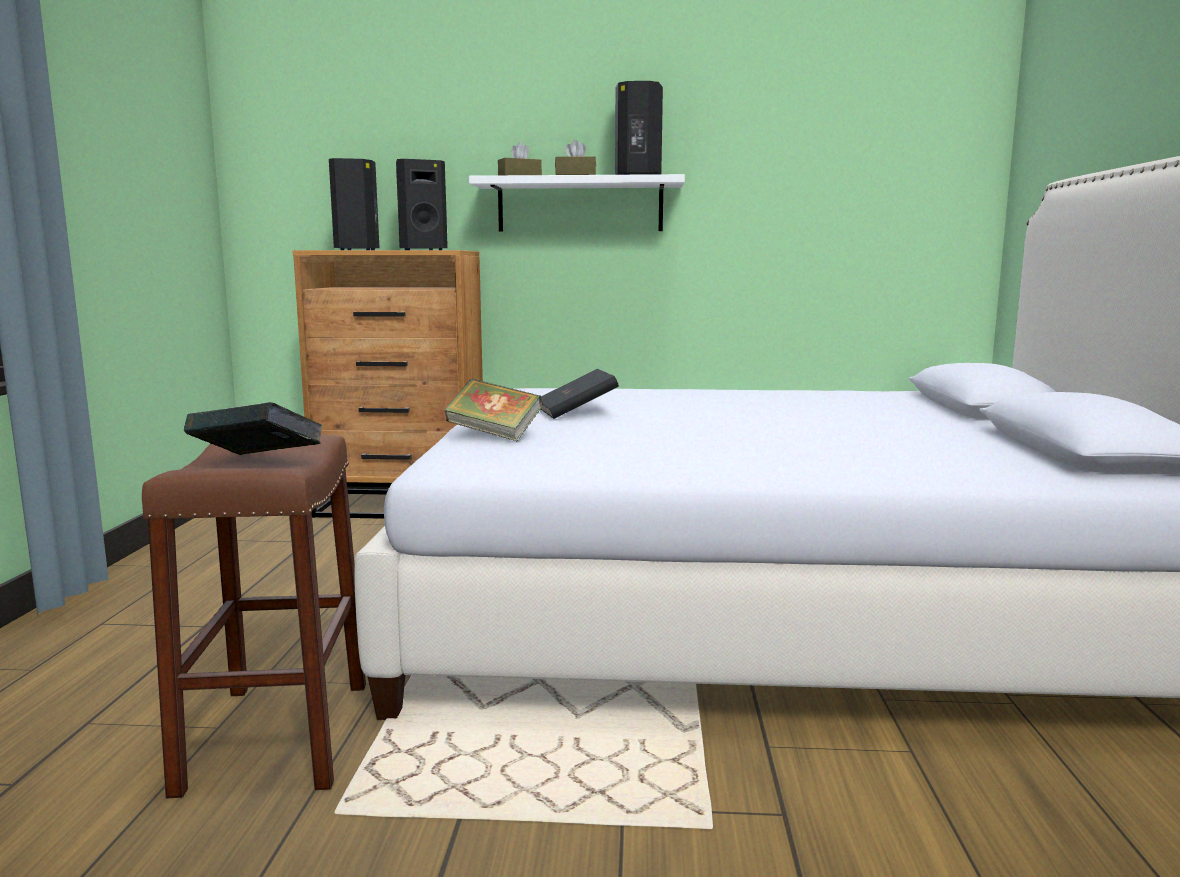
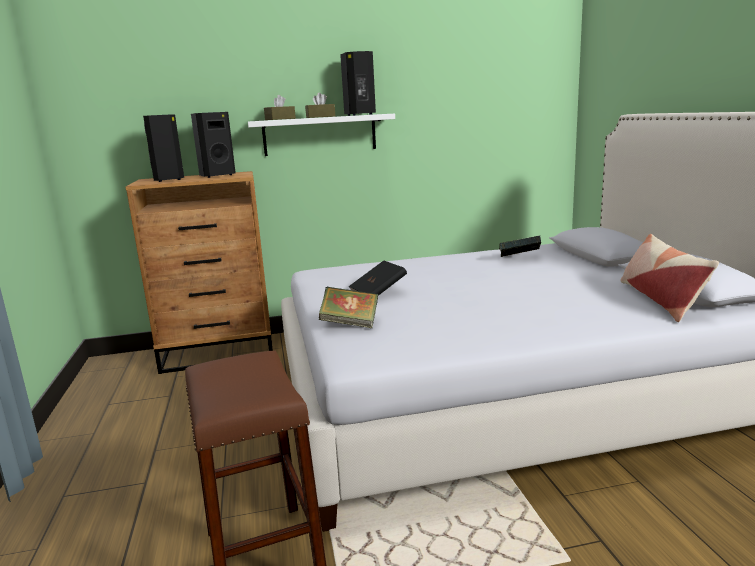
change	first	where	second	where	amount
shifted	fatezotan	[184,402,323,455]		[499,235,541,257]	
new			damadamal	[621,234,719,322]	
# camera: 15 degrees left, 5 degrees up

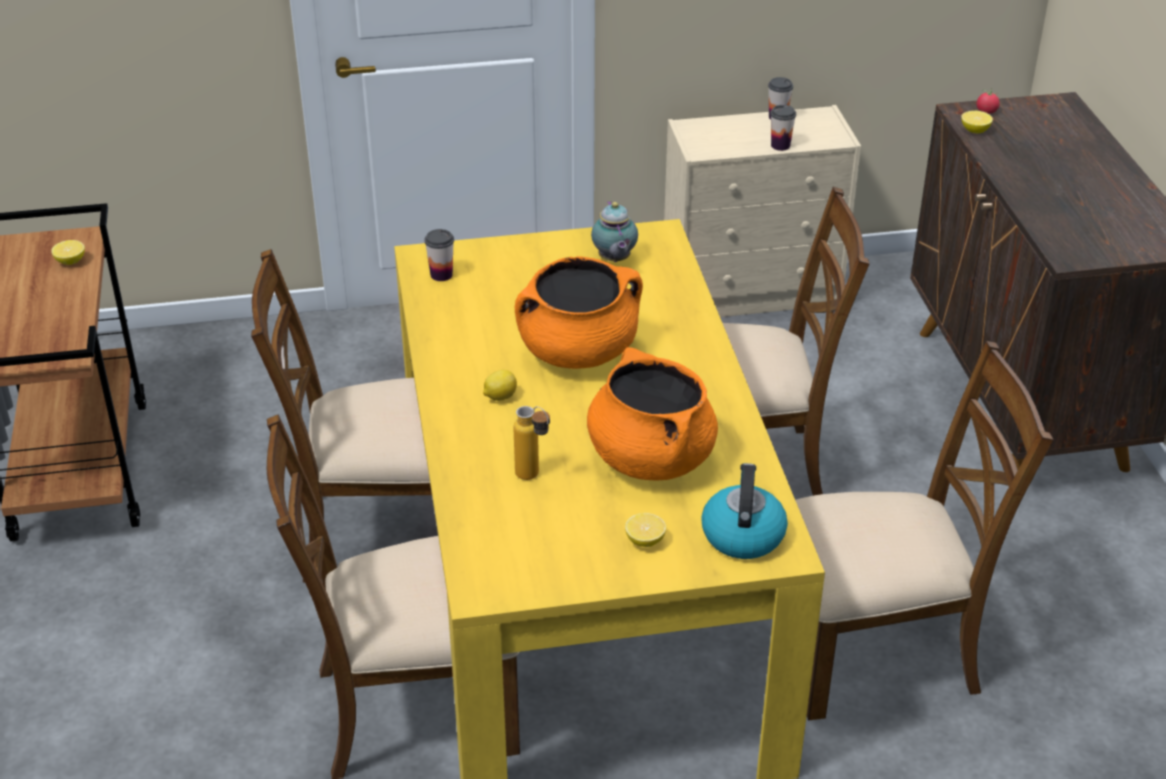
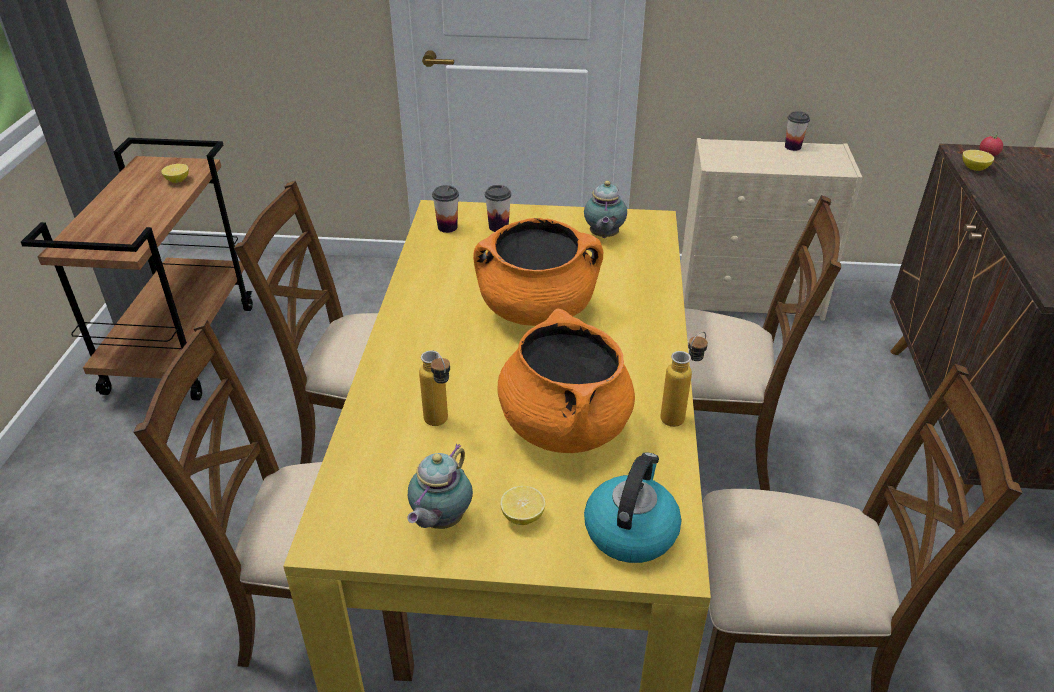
change	first	where	second	where	amount
gone	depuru	[483,370,517,401]			
shifted	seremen	[770,105,796,151]		[485,185,511,232]	
new			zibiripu	[407,444,473,529]	
new			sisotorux	[660,332,708,427]	
# camera: 15 degrees right, 0 degrees up

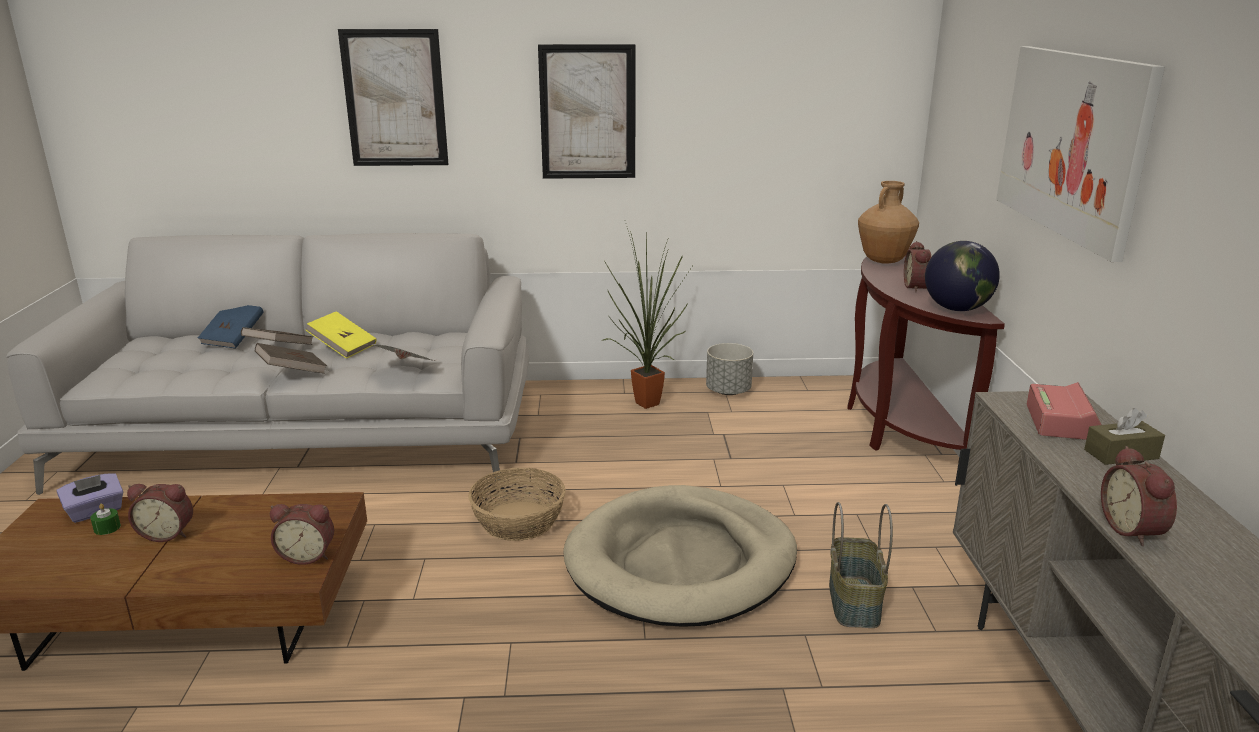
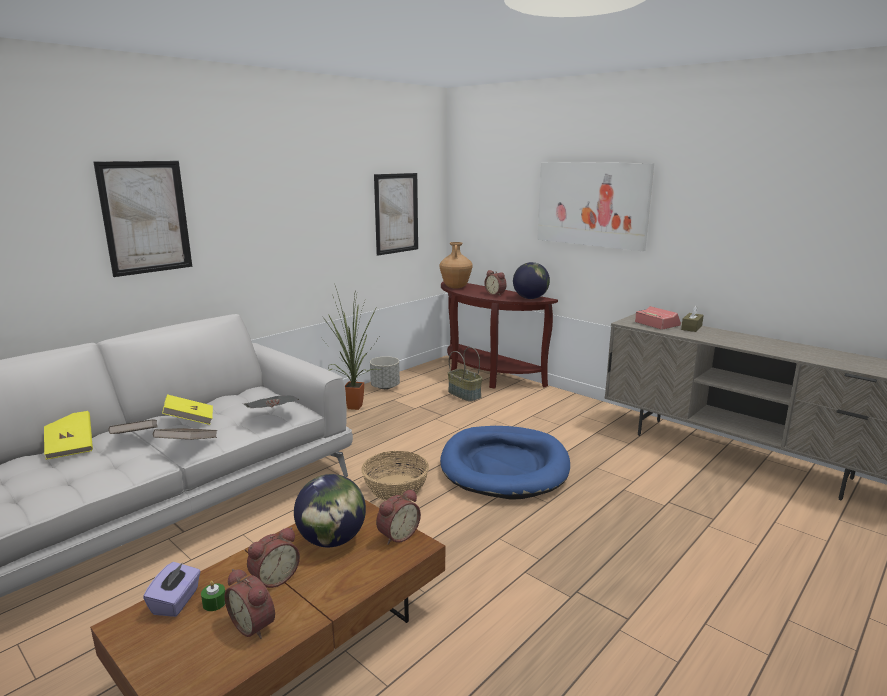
change	first	where	second	where	amount
repainted	blue_fatezotan	[198,305,264,349]	yellow_fatezotan	[44,411,93,460]	
shifted	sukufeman	[538,44,636,179]		[374,173,418,256]	
repainted	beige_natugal	[563,485,797,627]	blue_natugal	[440,426,570,500]	
shifted	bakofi	[829,502,893,628]		[448,347,483,402]	
shifted	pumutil	[1101,446,1177,546]		[225,569,275,639]	
new			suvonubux	[294,474,366,547]	
# camera: 45 degrees left, 5 degrees down

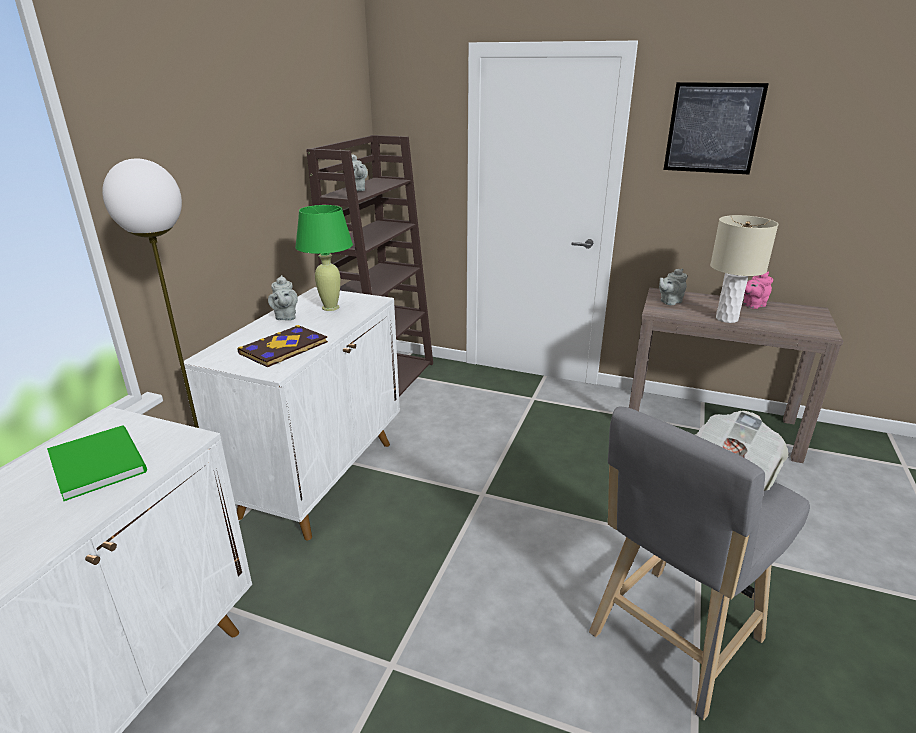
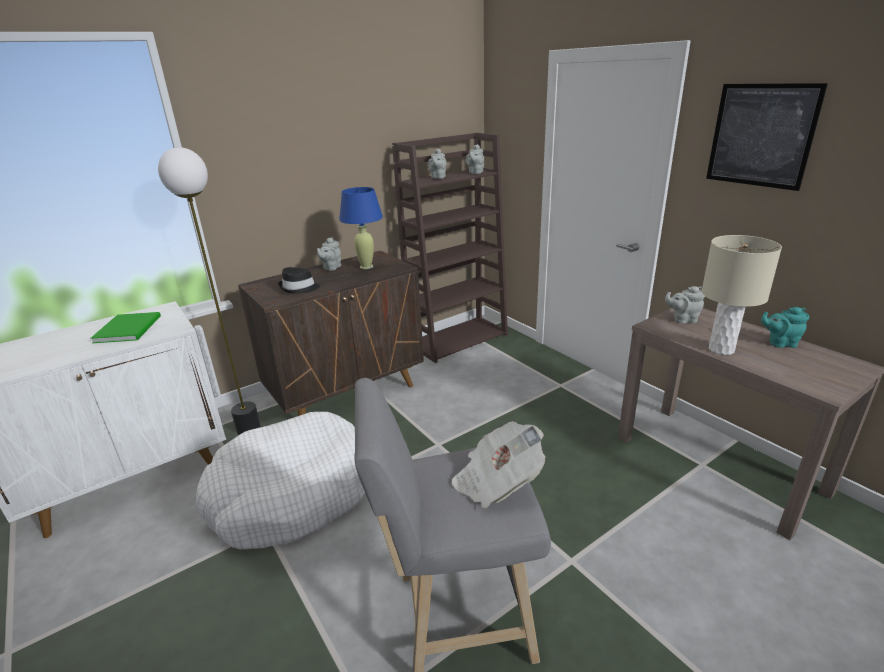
change	first	where	second	where	amount
repainted	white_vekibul	[180,287,400,540]	brown_vekibul	[238,250,424,416]	
swapped	fatezotan	[237,325,328,367]	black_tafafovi	[278,267,320,293]	
repainted	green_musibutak	[295,205,353,311]	blue_musibutak	[339,187,383,269]	
repainted	pink_zibiripu	[743,272,773,309]	turquoise_zibiripu	[761,307,809,348]	
new			white_natugal	[196,412,365,550]	
new			grey_zibiripu	[466,144,484,174]	
# camera: 35 degrees right, 0 degrees up

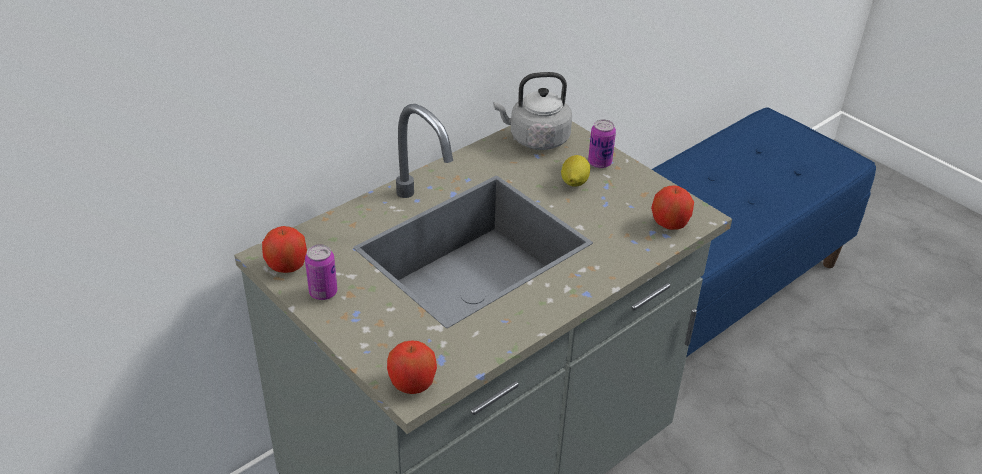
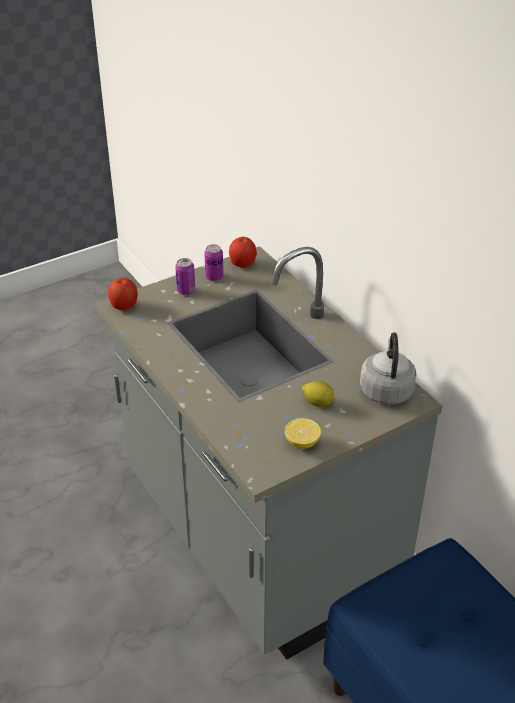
change	first	where	second	where	amount
shifted	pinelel	[588,120,616,168]		[175,258,195,295]	
gone	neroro	[651,186,694,230]			
new			depuru	[285,418,321,449]	
# camera: 100 degrees right, 0 degrees up

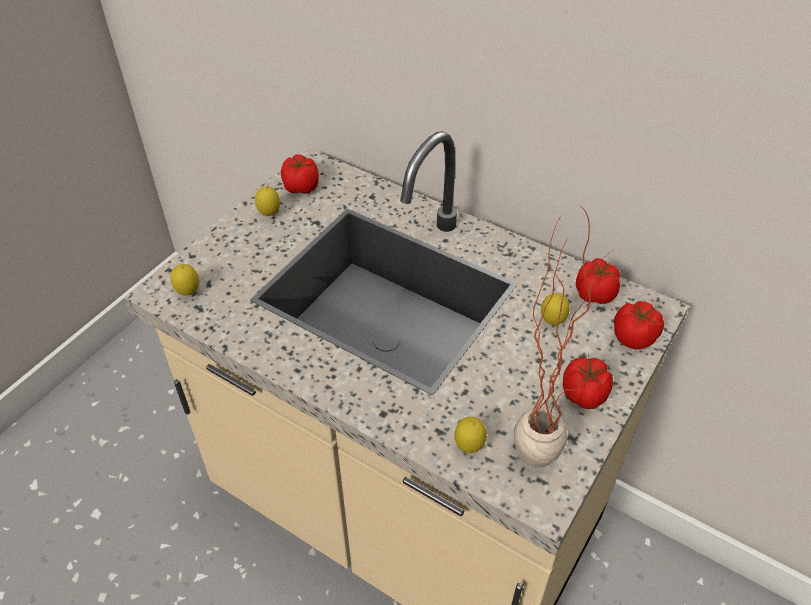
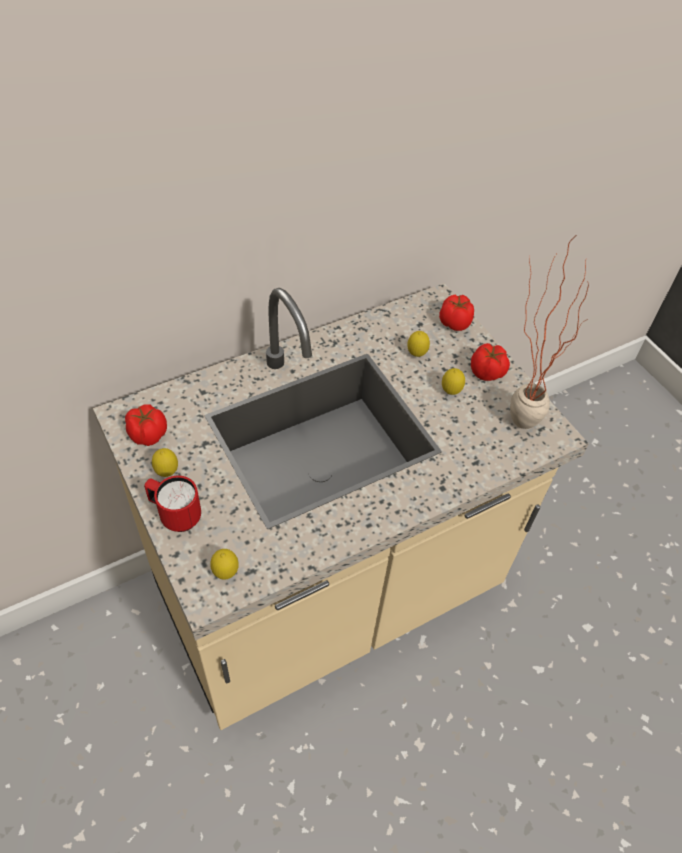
change	first	where	second	where	amount
shifted	depuru	[454,417,487,453]		[442,368,465,395]	
gone	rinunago	[576,258,620,304]			
new			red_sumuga	[144,476,201,532]	
# camera: 65 degrees left, 5 degrees up

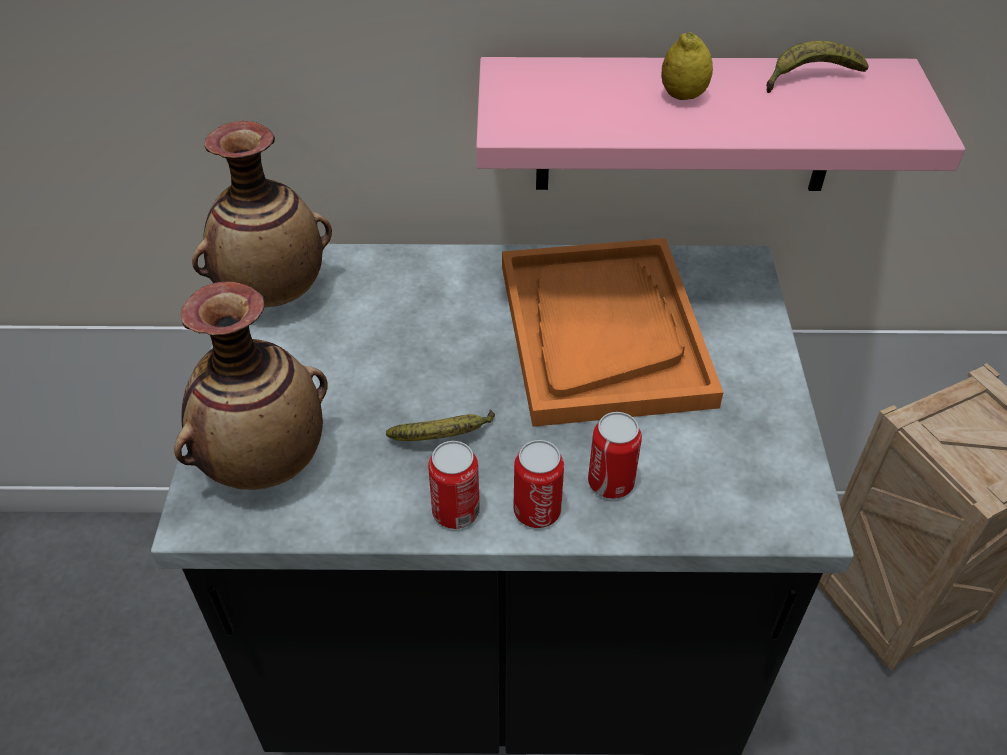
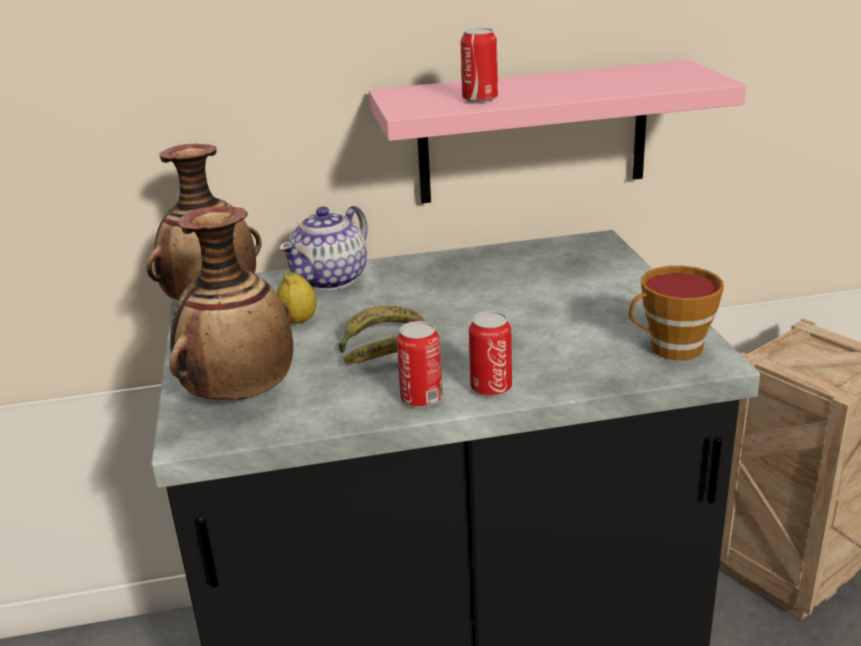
change	first	where	second	where	amount
gone	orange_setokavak	[502,238,724,427]			
shifted	pinelel	[588,412,642,499]		[461,28,498,103]	
shifted	depuru	[661,32,713,100]		[277,272,317,324]	
shifted	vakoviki	[766,41,869,93]		[339,306,424,353]	
new			zibiripu	[279,206,368,291]	
new			seremen	[629,266,724,361]	
# camera: 10 degrees left, 20 degrees down

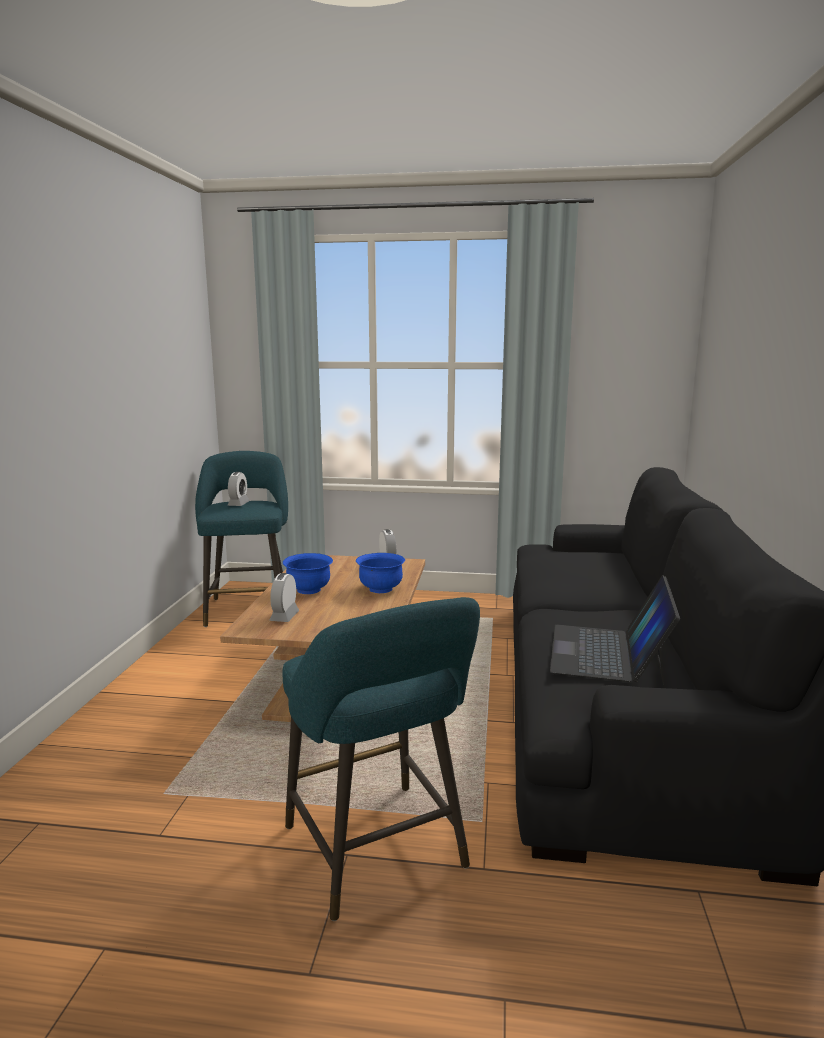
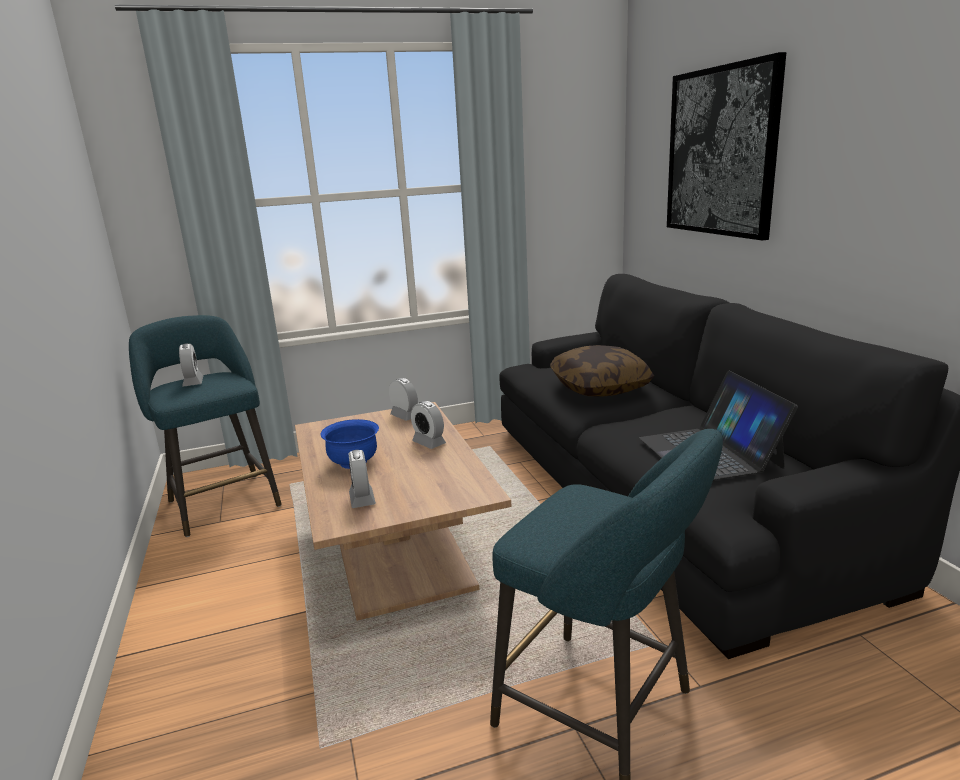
change	first	where	second	where	amount
swapped	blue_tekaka	[356,553,405,593]	pumutil	[411,401,446,449]	
new			damadamal	[550,345,654,397]	
new			sukufeman	[667,52,786,241]	
# camera: 25 degrees left, 5 degrees up

